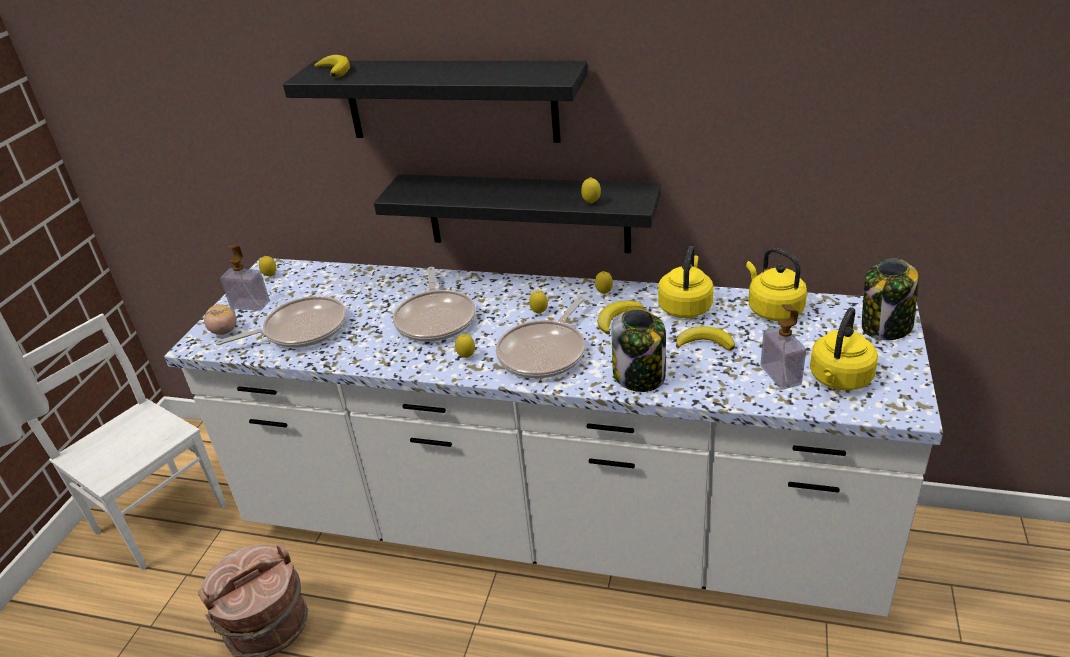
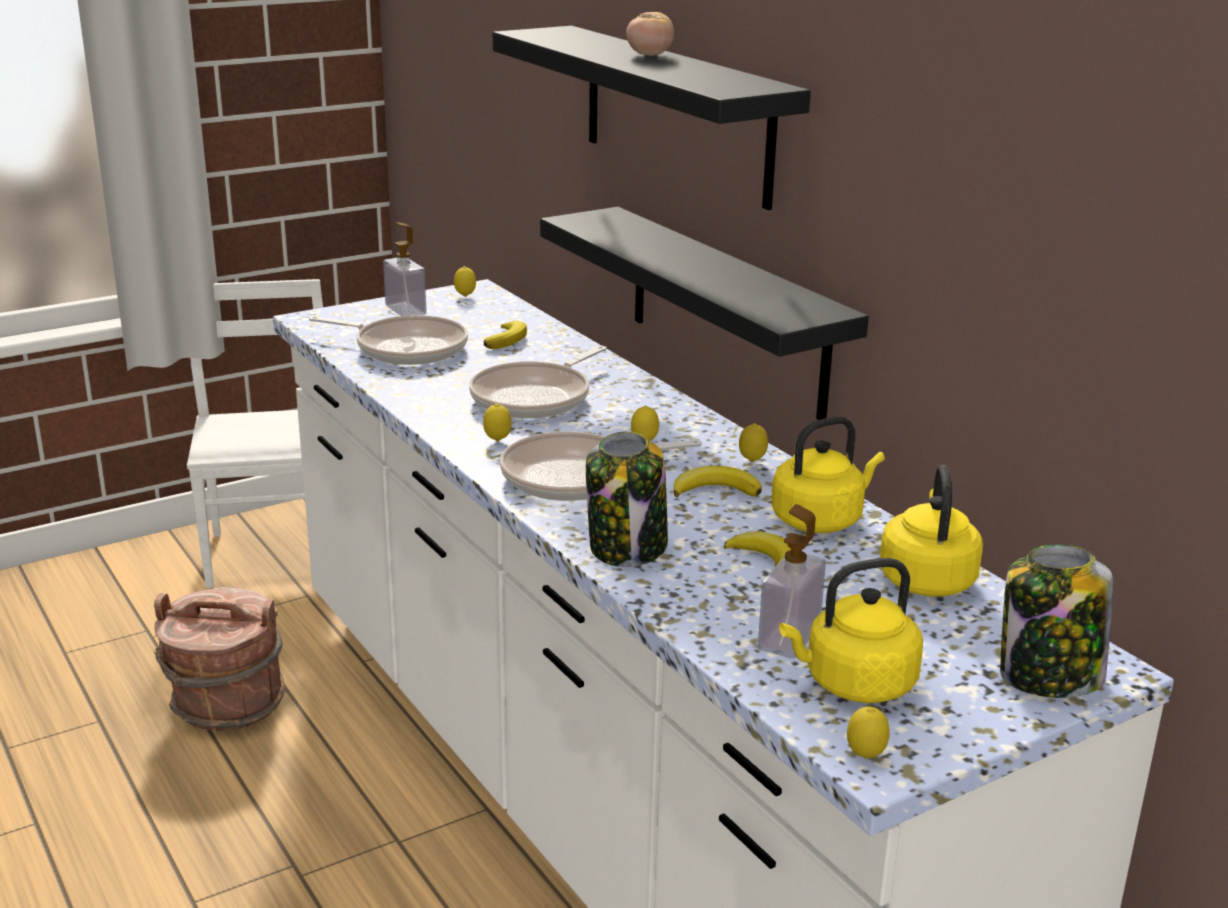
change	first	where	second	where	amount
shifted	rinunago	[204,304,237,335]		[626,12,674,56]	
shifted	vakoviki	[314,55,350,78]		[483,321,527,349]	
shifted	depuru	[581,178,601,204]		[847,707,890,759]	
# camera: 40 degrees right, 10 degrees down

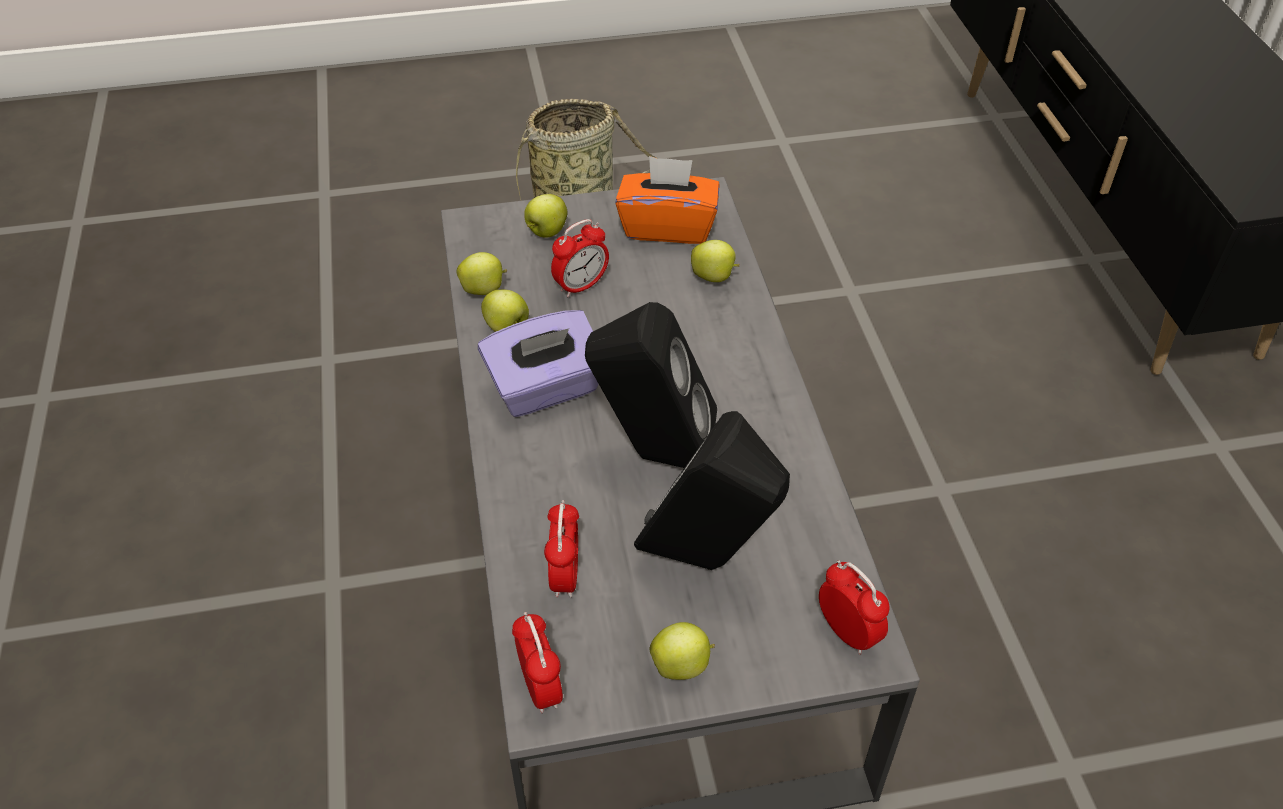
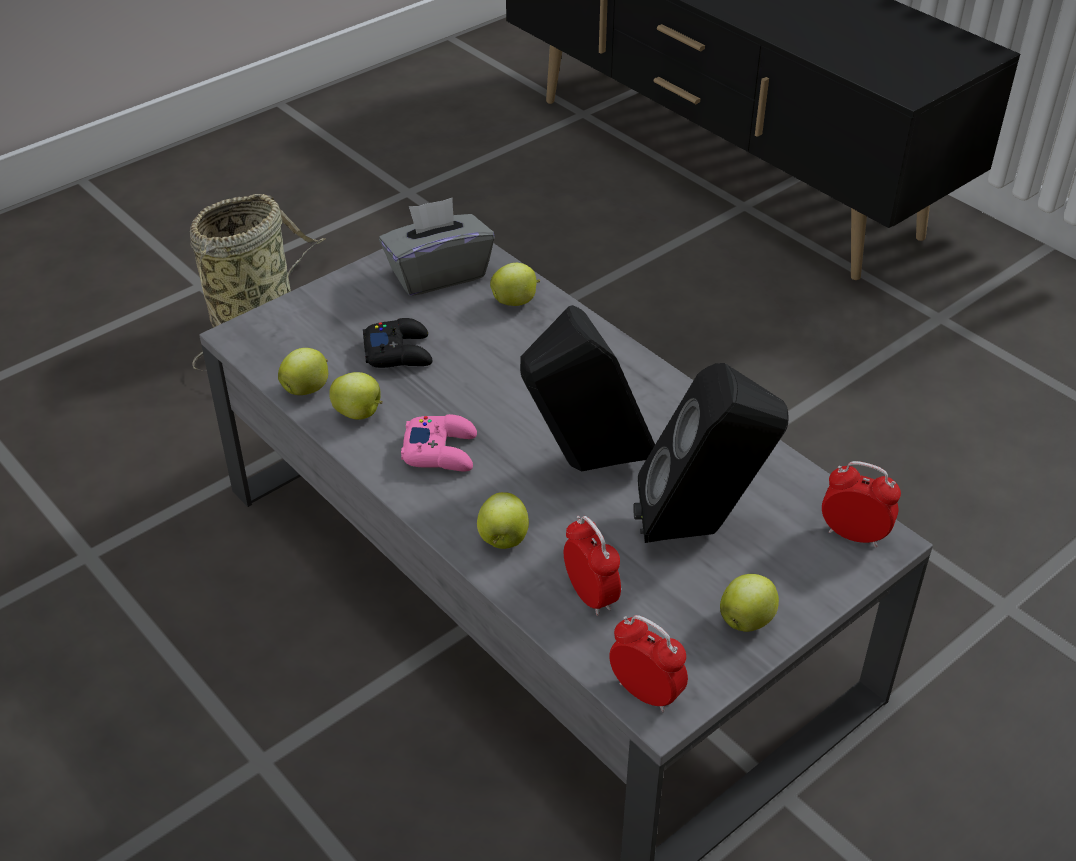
change	first	where	second	where	amount
swapped	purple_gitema	[478,310,598,417]	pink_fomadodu	[401,414,477,471]	
shifted	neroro	[524,194,568,238]		[477,492,529,549]	
swapped	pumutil	[551,219,609,297]	black_fomadodu	[363,318,433,368]	
repainted	orange_gitema	[615,156,720,244]	grey_gitema	[379,198,495,296]	
# camera: 30 degrees left, 5 degrees down

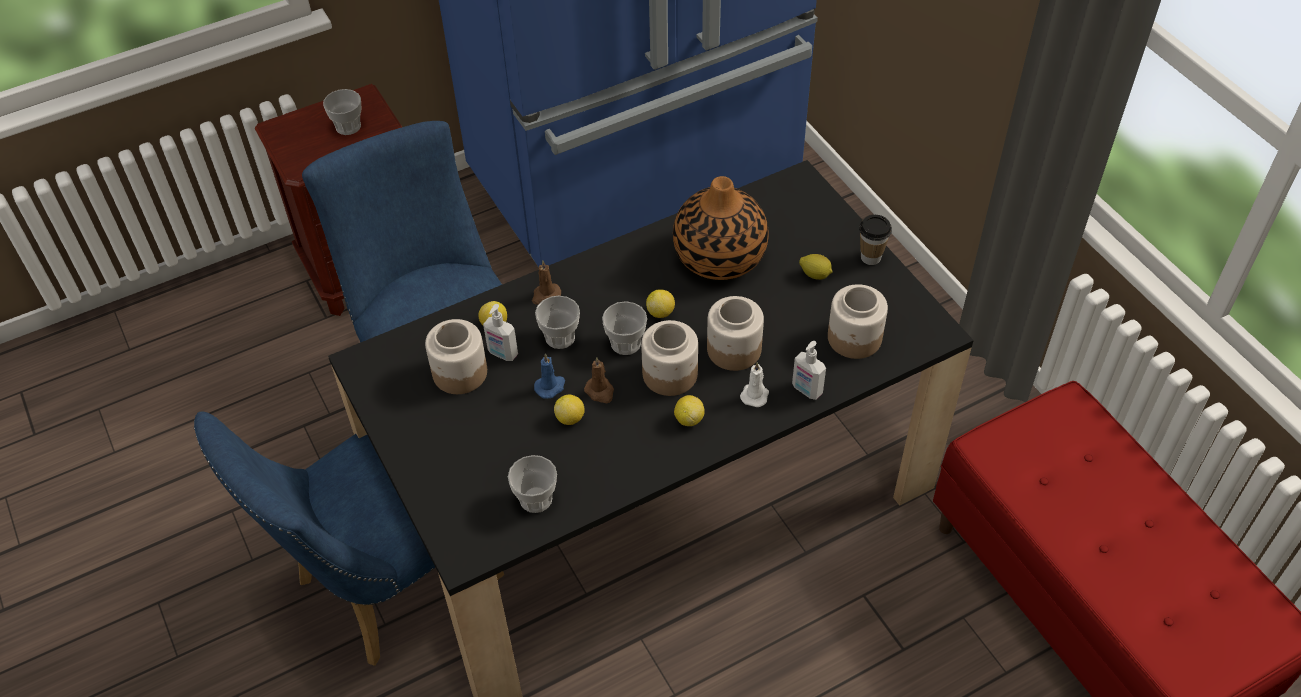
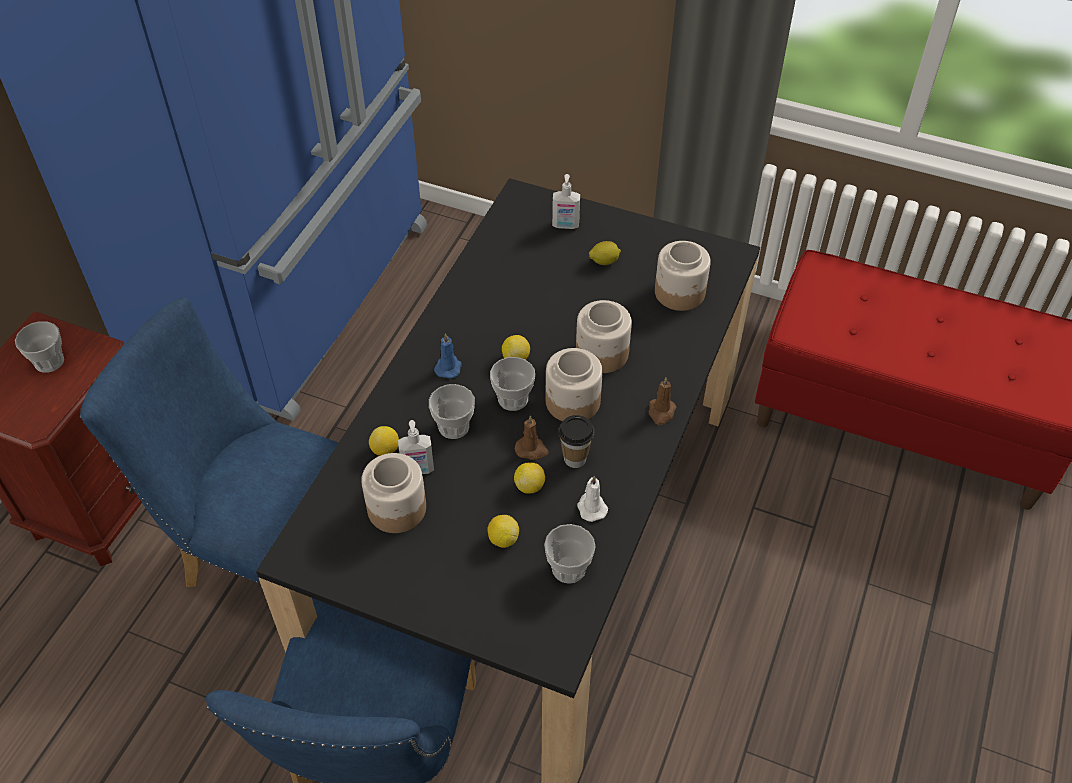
change	first	where	second	where	amount
shifted	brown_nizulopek	[532,260,561,305]		[649,377,677,425]	
shifted	blue_nizulopek	[534,353,565,399]		[434,333,462,379]	
gone	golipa	[673,176,769,280]			
shifted	depuru	[674,395,705,426]		[487,515,519,548]	
shifted	white_nizulopek	[740,362,769,407]		[577,476,608,522]	
shifted	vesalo	[792,341,826,400]		[552,174,580,229]	
shifted	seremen	[859,215,892,265]		[558,415,595,468]	
# camera: 40 degrees left, 0 degrees up

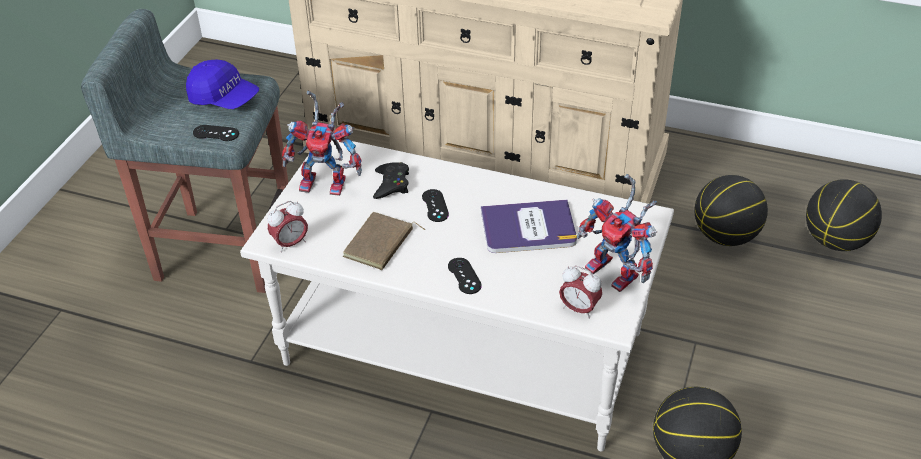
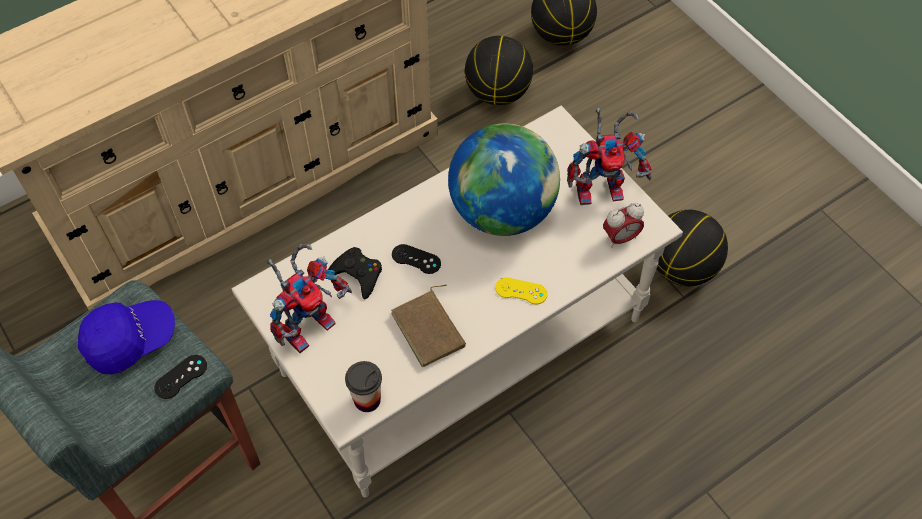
change	first	where	second	where	amount
swapped	pumutil	[267,201,308,253]	seremen	[345,361,382,412]	
repainted	black_fomadodu	[448,258,482,294]	yellow_fomadodu	[495,277,548,304]	
swapped	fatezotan	[481,200,577,253]	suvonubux	[448,123,560,236]	
# camera: 55 degrees left, 15 degrees up

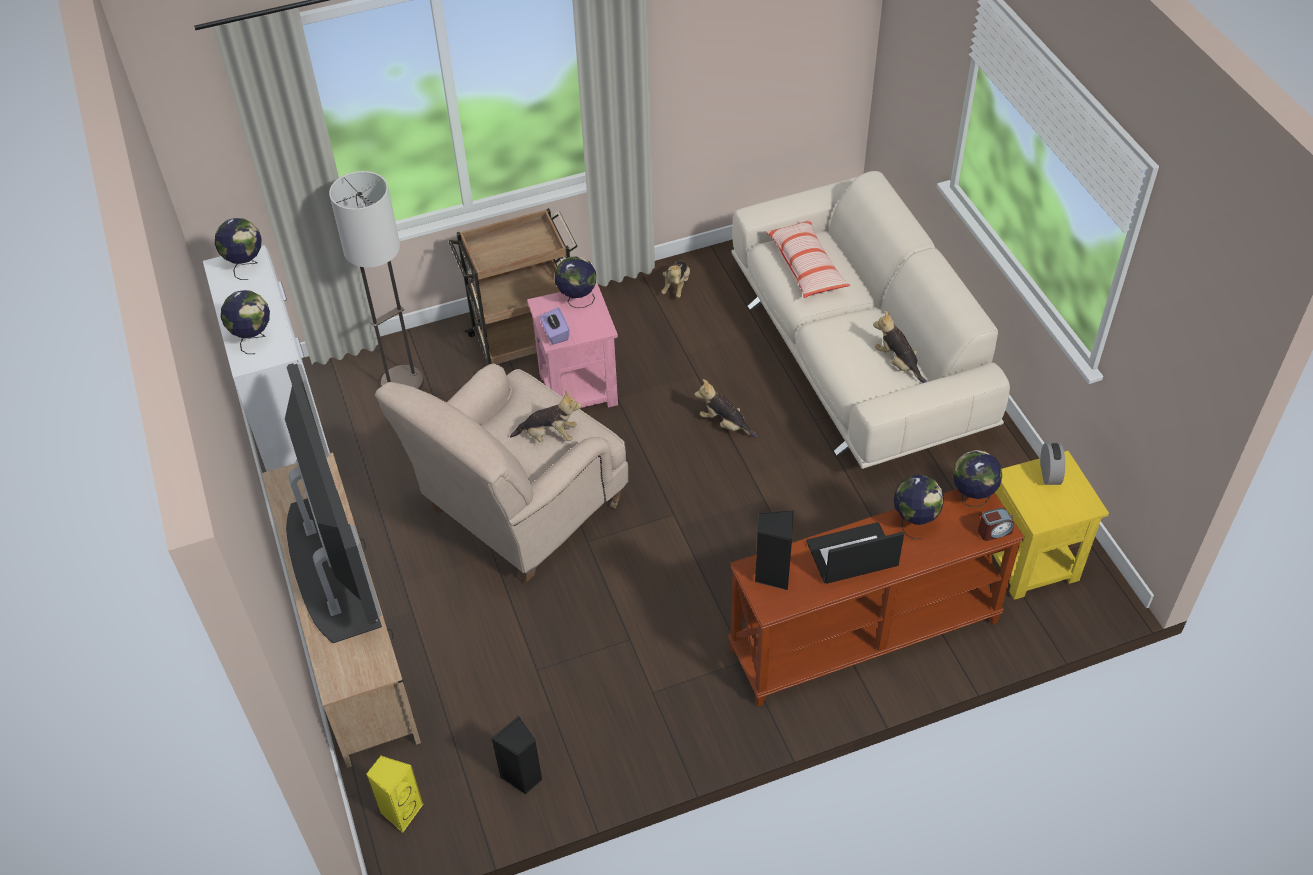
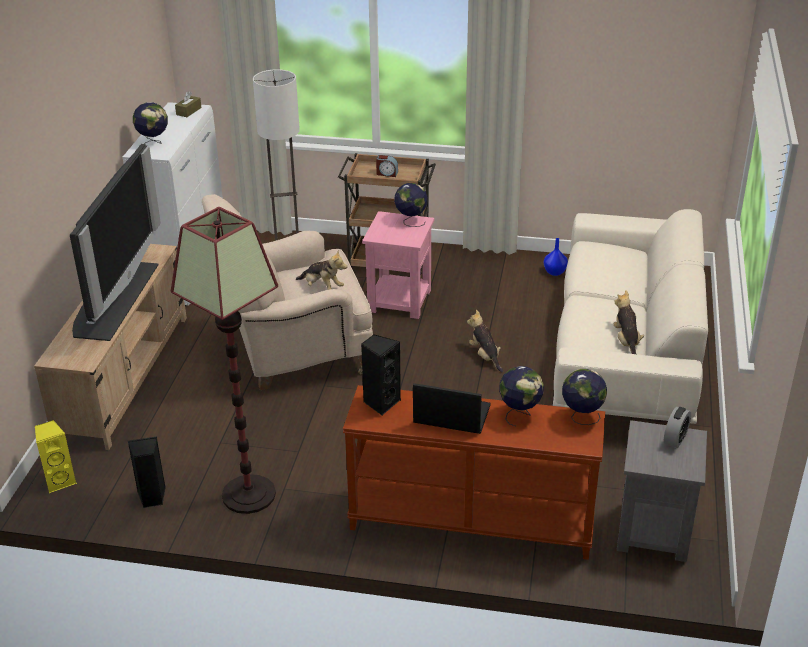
change	first	where	second	where	amount
swapped	suvonubux	[215,218,262,280]	brown_gitema	[175,91,202,117]	
gone	purple_gitema	[540,308,570,344]			
gone	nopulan	[661,260,690,298]			
gone	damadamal	[765,220,850,298]			
shifted	pumutil	[978,508,1014,541]		[376,155,398,177]	
repainted	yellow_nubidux	[993,451,1109,600]	grey_nubidux	[617,420,707,562]	
new			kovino	[171,207,278,514]	
new			blue_golipa	[544,238,568,276]	
# camera: 30 degrees right, 15 degrees down

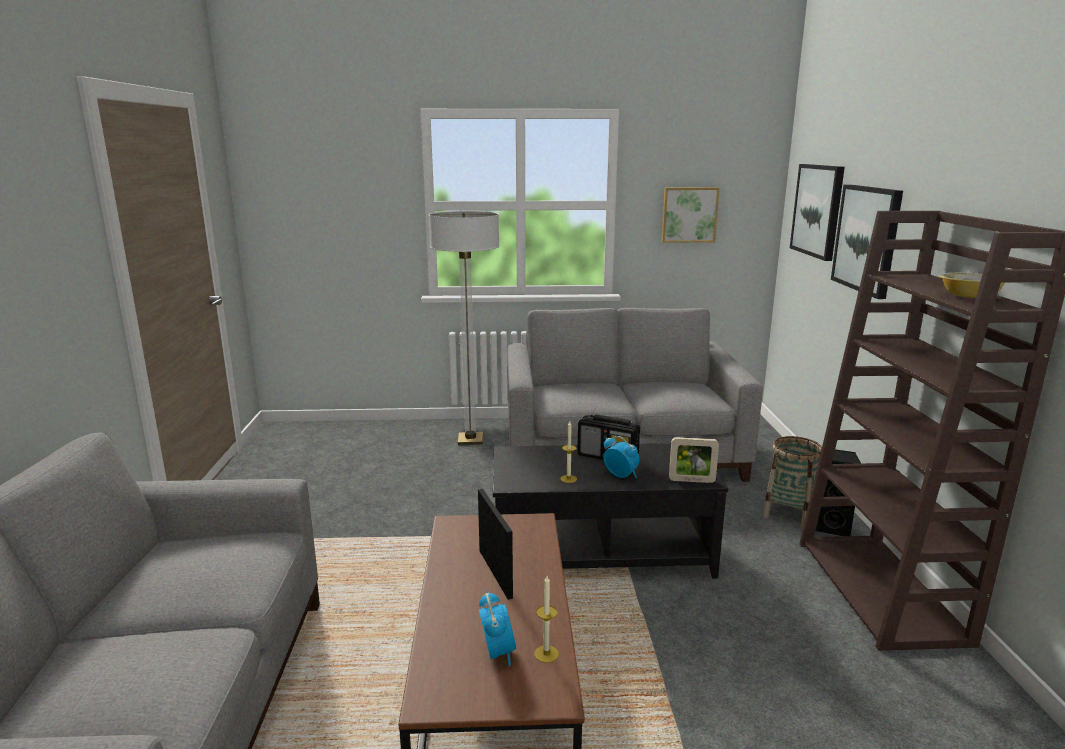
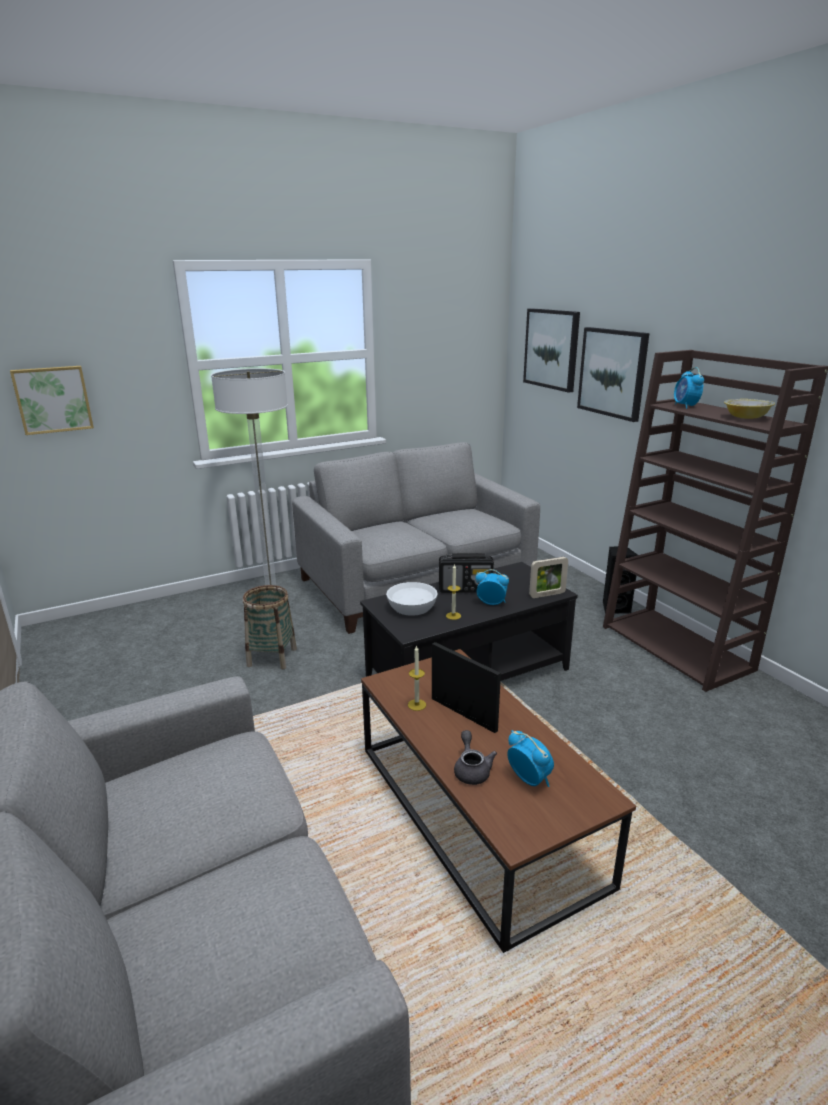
change	first	where	second	where	amount
shifted	nizulopek	[534,576,559,663]		[408,645,426,711]	
shifted	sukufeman	[661,187,720,243]		[10,366,94,435]	
shifted	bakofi	[762,436,822,528]		[243,585,297,669]	
new			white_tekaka	[386,582,438,616]	
new			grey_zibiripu	[454,730,497,785]	
new			pumutil	[674,367,704,409]	
# camera: 25 degrees left, 5 degrees up

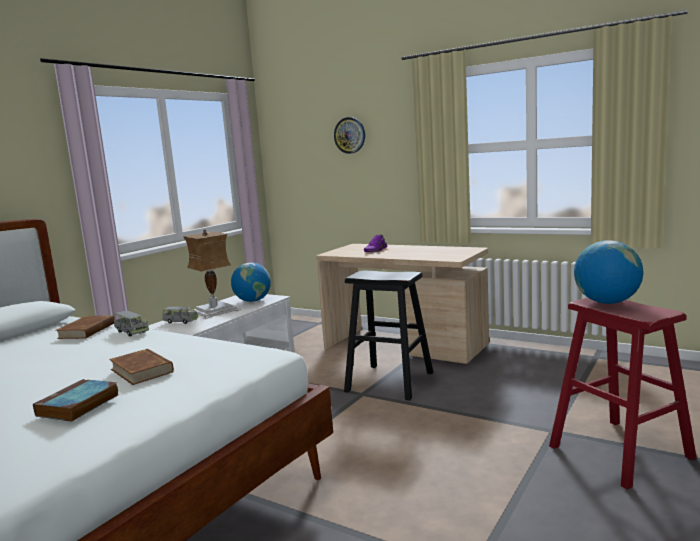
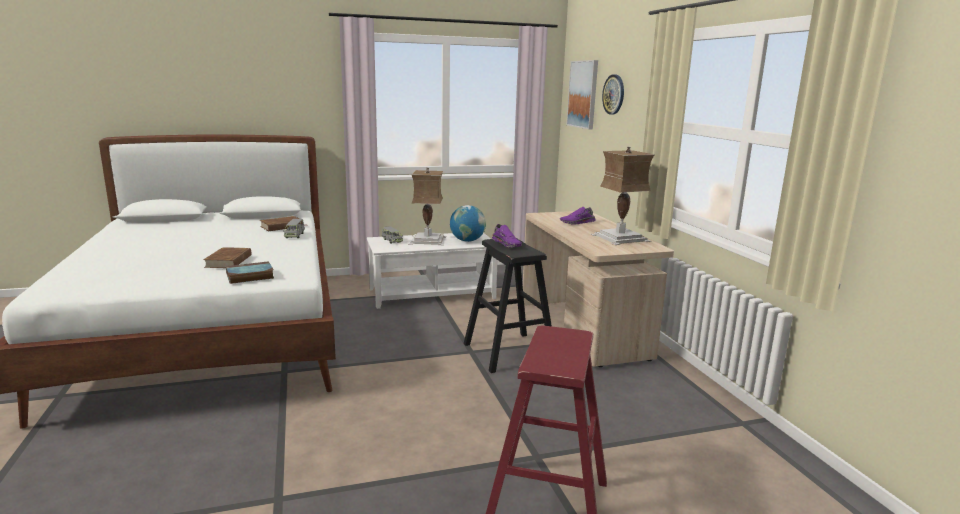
change	first	where	second	where	amount
shifted	fatezotan	[33,379,119,422]		[226,261,274,284]	
gone	suvonubux	[574,240,644,304]			
new			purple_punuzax	[492,224,522,247]	
new			sukufeman	[566,60,598,129]	
new			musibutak	[590,147,654,245]	
# camera: 40 degrees right, 5 degrees up

